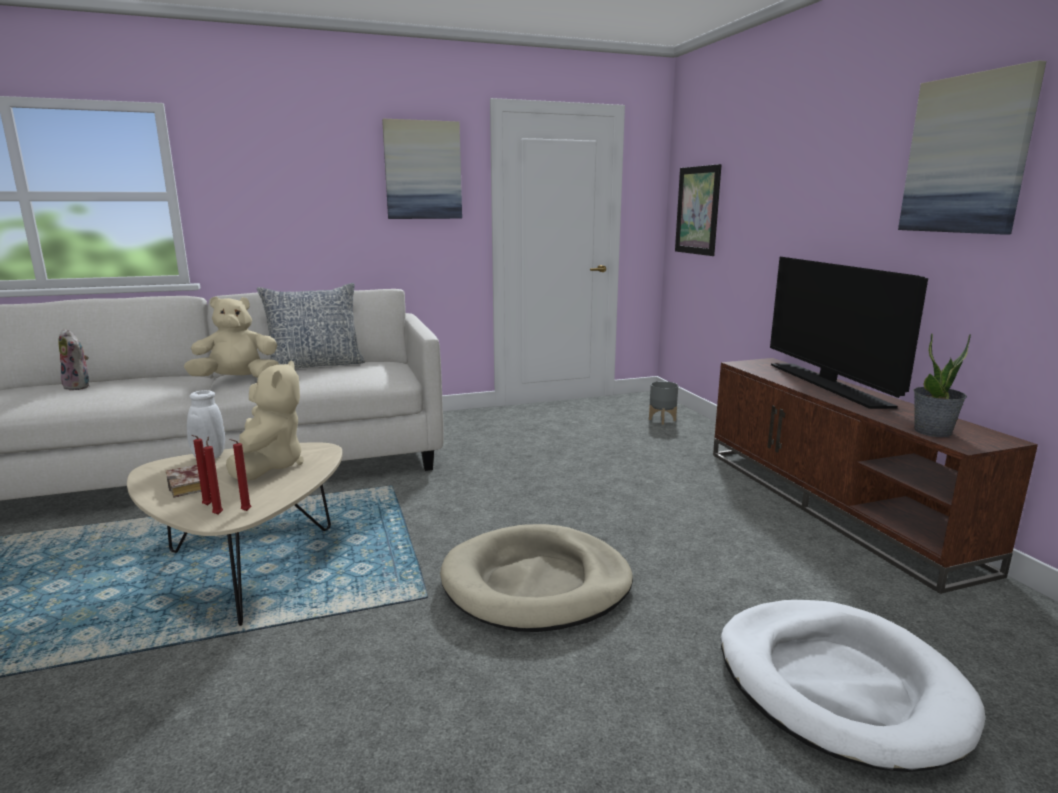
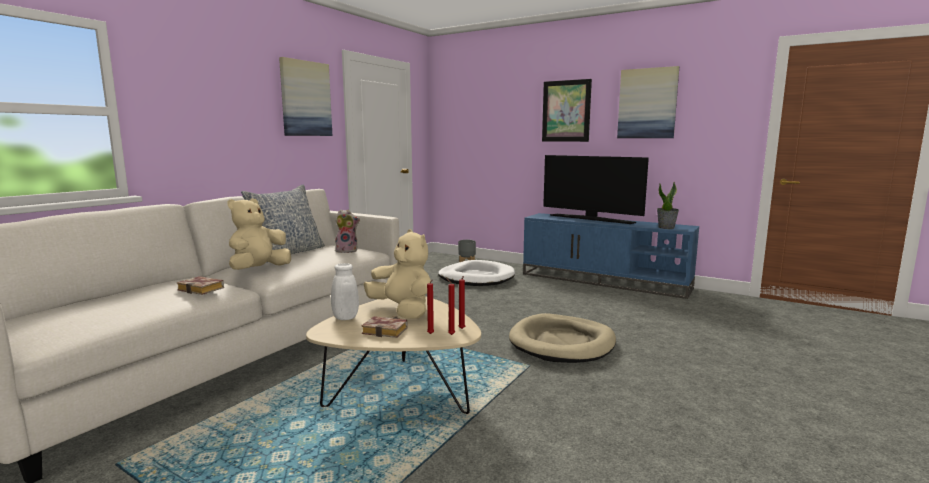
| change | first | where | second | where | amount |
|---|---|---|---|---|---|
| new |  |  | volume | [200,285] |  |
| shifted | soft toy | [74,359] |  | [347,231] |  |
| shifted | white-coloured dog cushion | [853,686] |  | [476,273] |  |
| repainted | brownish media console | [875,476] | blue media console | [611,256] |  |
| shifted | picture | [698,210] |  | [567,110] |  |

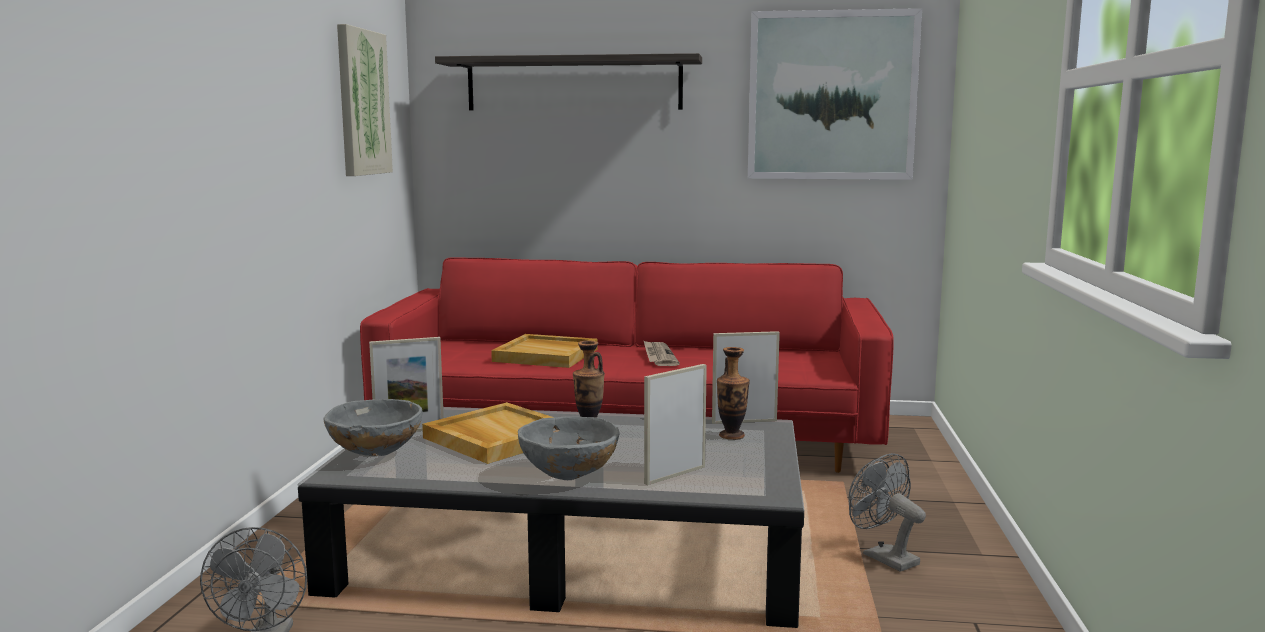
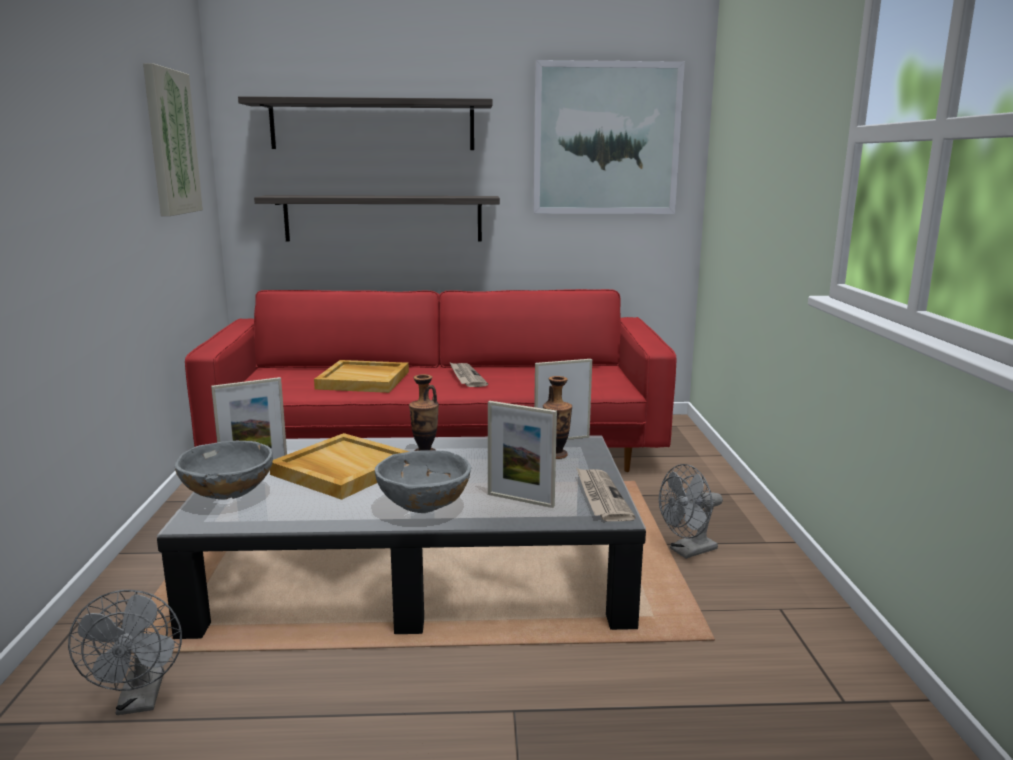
| change | first | where | second | where | amount |
|---|---|---|---|---|---|
| new |  |  | wall shelf | [377,218] |  |
| rotated | photo frame | [675,424] |  | [522,454] | 105 degrees counterclockwise |
| new |  |  | newspaper | [605,494] |  |
| rotated | gray electric fan | [887,512] |  | [691,511] | 75 degrees counterclockwise |

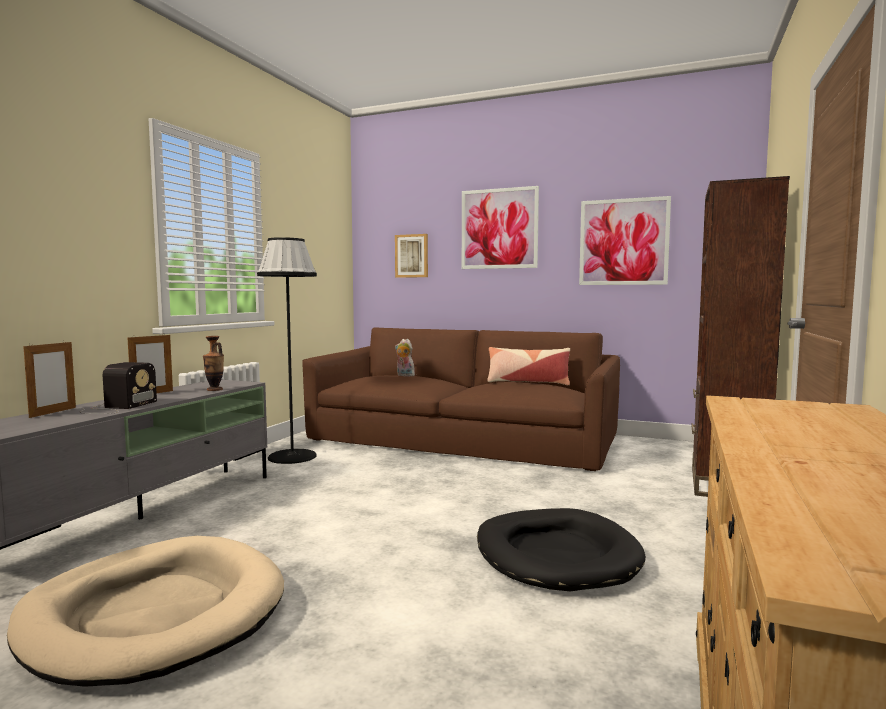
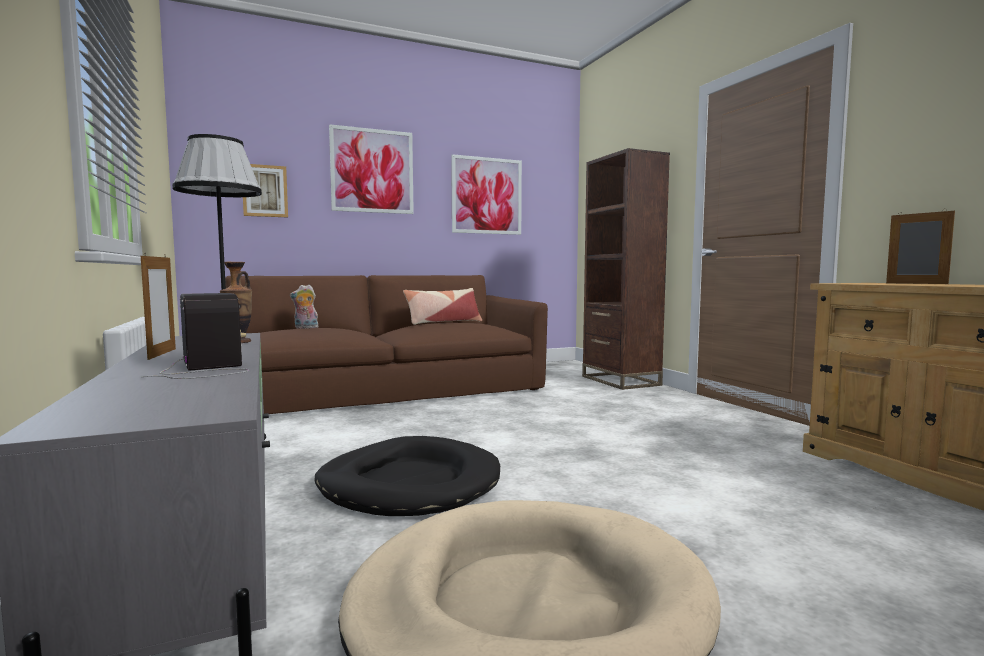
| change | first | where | second | where | amount |
|---|---|---|---|---|---|
| shifted | blackish dog cushion | [561,549] |  | [407,476] |  |
| shifted | photo frame | [49,379] |  | [920,246] |  |

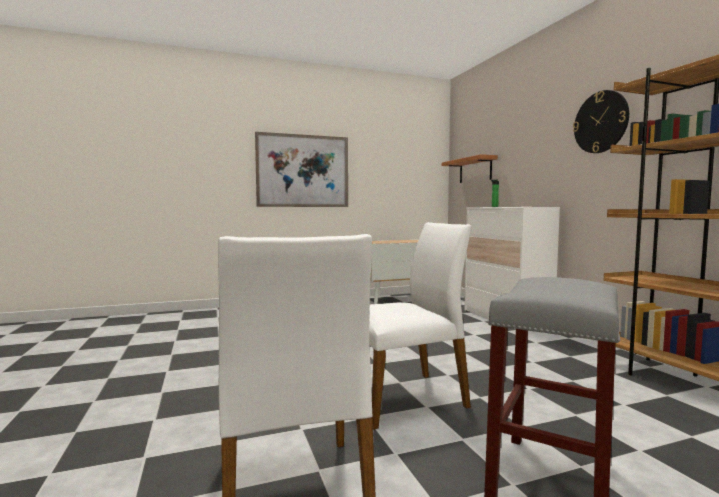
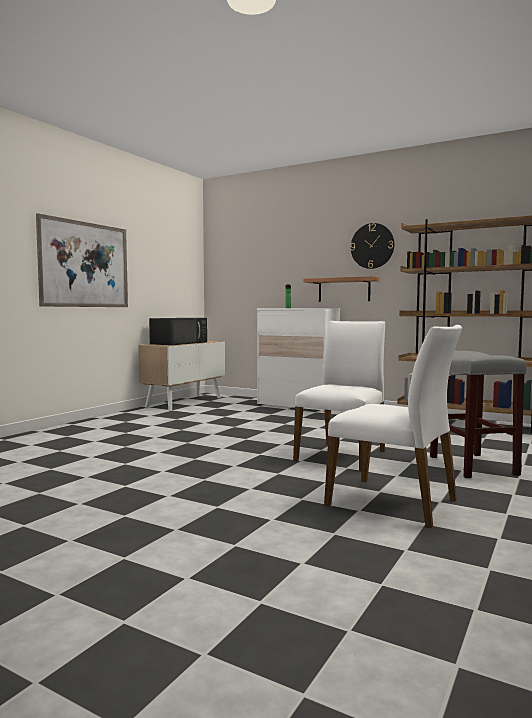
| change | first | where | second | where | amount |
|---|---|---|---|---|---|
| new |  |  | blackish kitchen microwave | [178,331] |  |
| shifted | wall shelf | [470,168] |  | [341,289] |  |

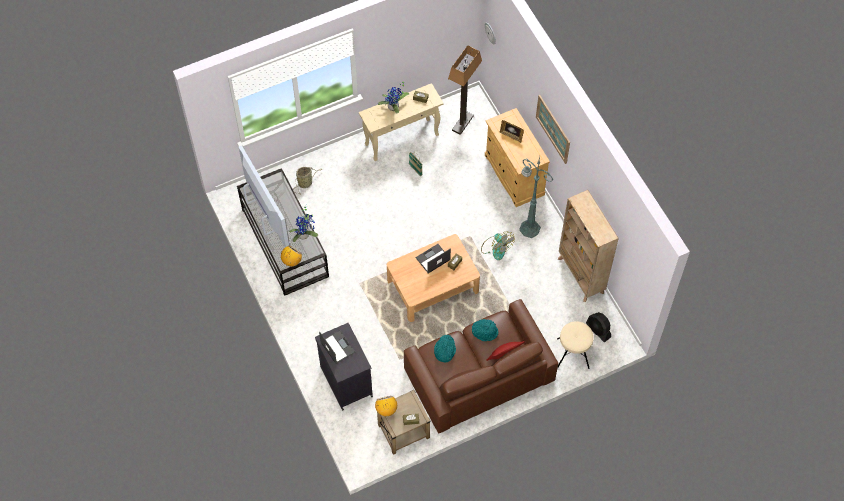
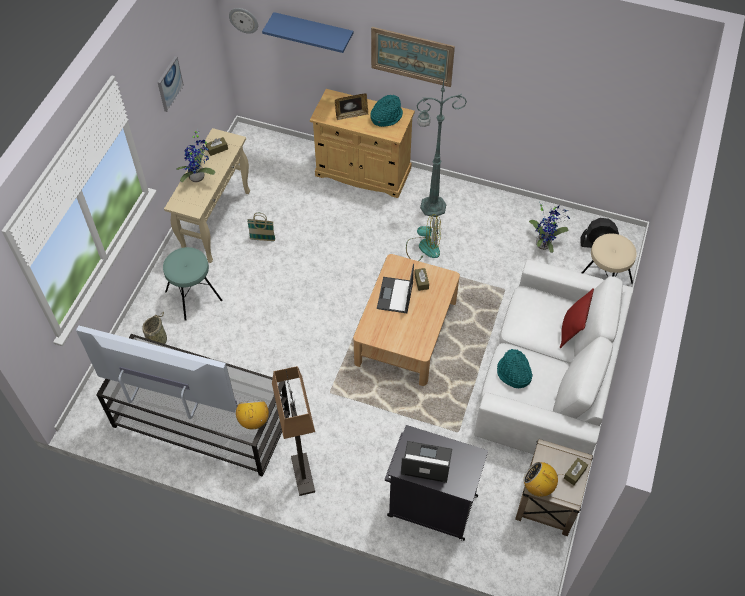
| change | first | where | second | where | amount |
|---|---|---|---|---|---|
| new |  |  | picture | [170,84] |  |
| new |  |  | turquoise stool seat | [192,284] |  |
| new |  |  | blue wall shelf | [307,32] |  |
| shifted | standing lamp | [465,90] |  | [293,431] |  |
| shifted | turquoise hat | [485,330] |  | [386,111] |  |
| repainted | brownish couch | [481,366] | white-coloured couch | [554,357] |  |
| shifted | plant in a pot | [303,224] |  | [549,227] |  |
| gone | sand-coloured bookcase | [588,246] |  |  |  |

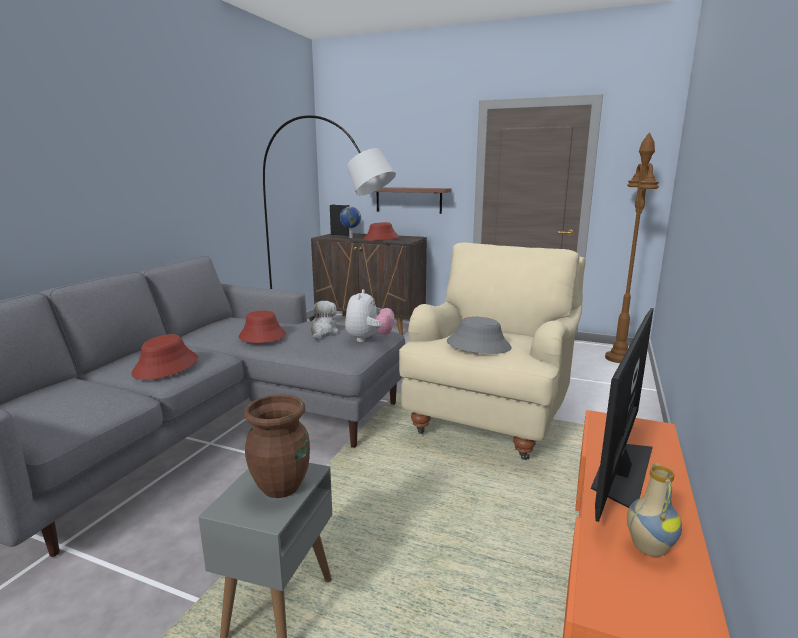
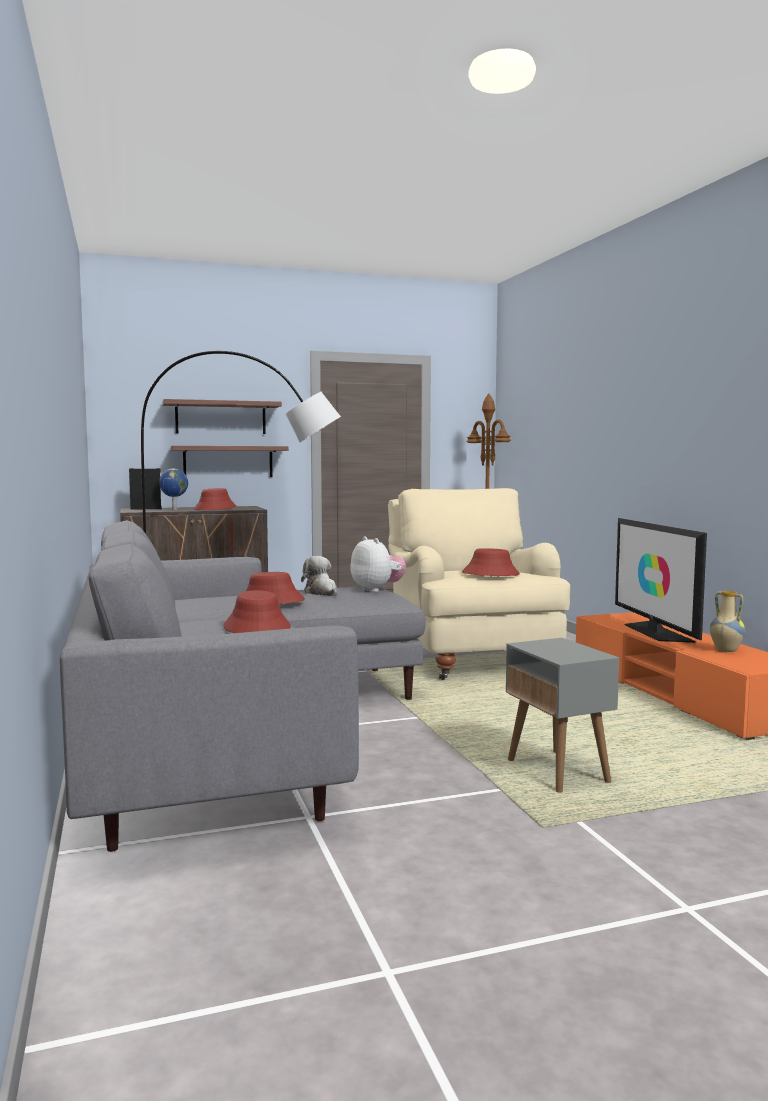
| change | first | where | second | where | amount |
|---|---|---|---|---|---|
| new |  |  | wall shelf | [222,416] |  |
| repainted | gray hat | [479,335] | reddish hat | [491,562] |  |
| gone | brownish vase | [277,446] |  |  |  |

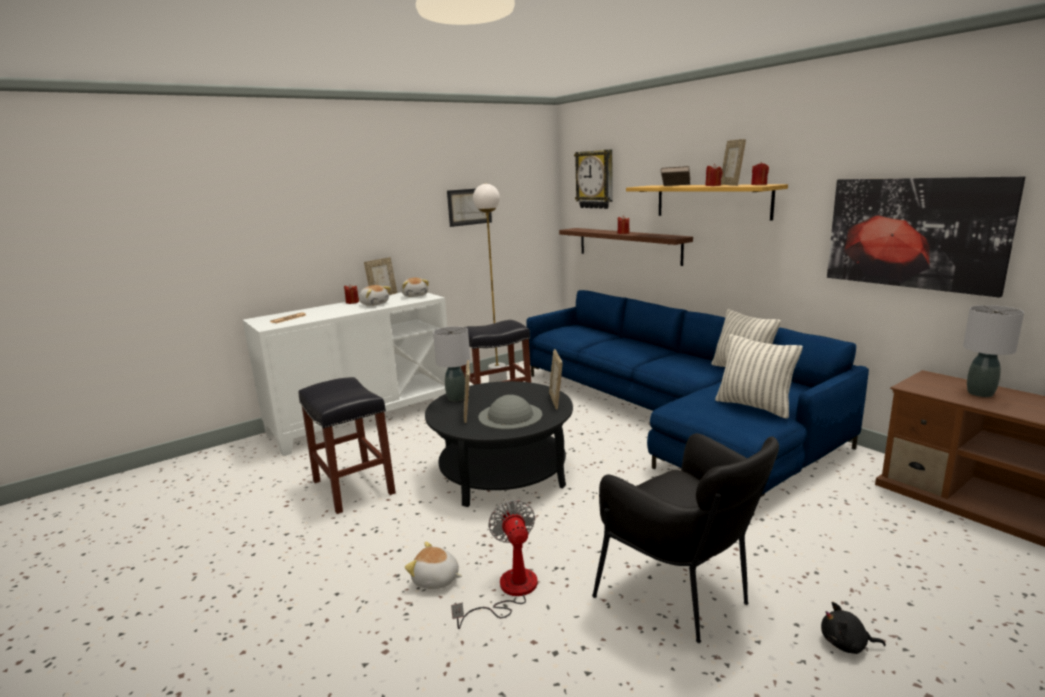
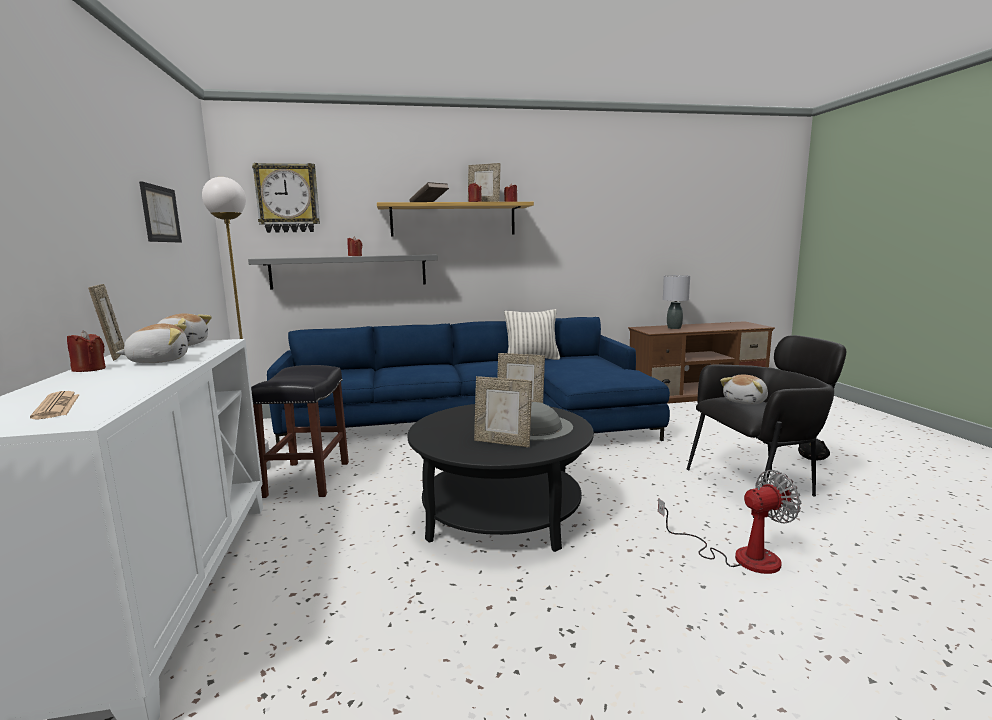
| change | first | where | second | where | amount |
|---|---|---|---|---|---|
| repainted | brownish wall shelf | [626,247] | gray wall shelf | [343,272] |  |
| rotated | electric fan | [494,564] |  | [729,522] | 150 degrees clockwise |
| shifted | soft toy | [433,565] |  | [744,389] |  |
| gone | blackish stool seat | [347,445] |  |  |  |
| gone | gray lamp for a table | [451,363] |  |  |  |
| gone | cushion | [759,376] |  |  |  |
| gone | picture | [926,237] |  |  |  |

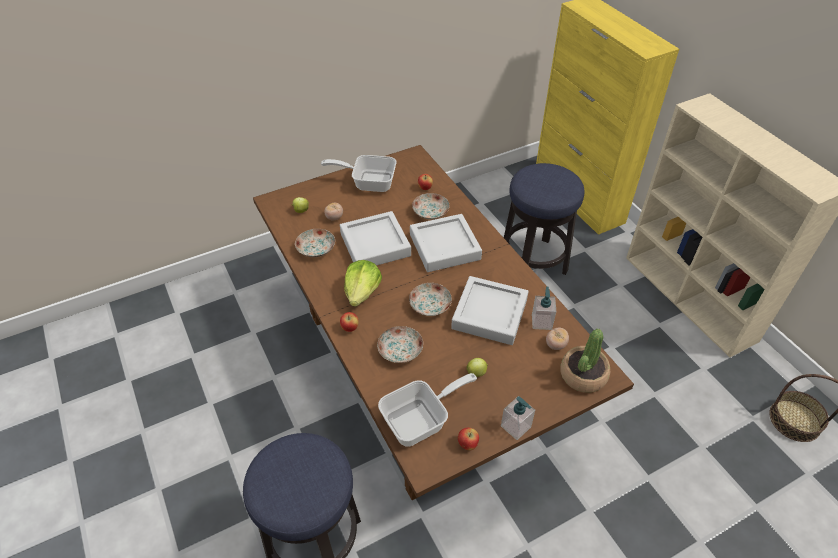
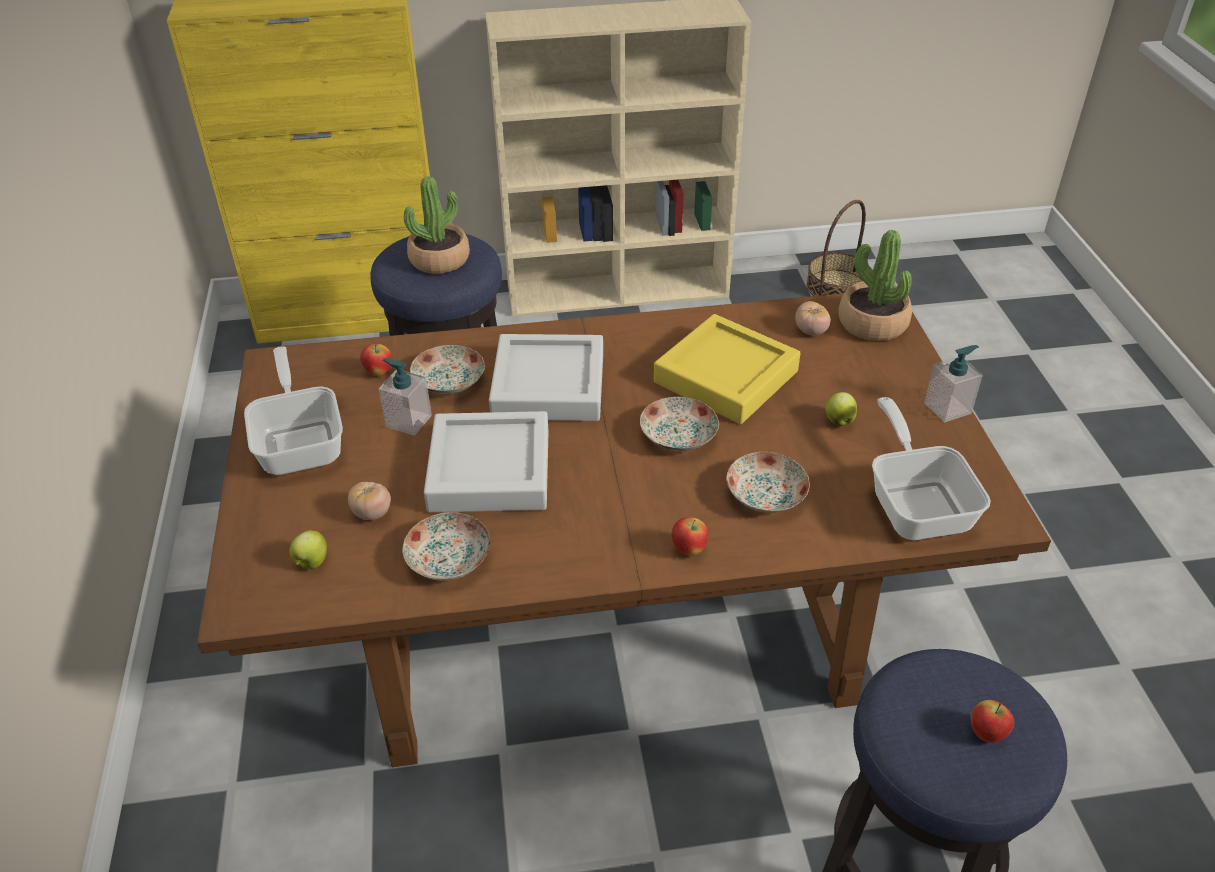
| change | first | where | second | where | amount |
|---|---|---|---|---|---|
| rotated | skillet | [359,173] |  | [293,410] | 135 degrees clockwise |
| shifted | liquid soap bottle | [544,308] |  | [405,397] |  |
| new |  |  | plant in a pot | [437,225] |  |
| repainted | gray serving tray | [489,310] | yellow serving tray | [727,369] |  |
| shifted | whole apple | [468,439] |  | [992,721] |  |
| gone | lettuce head | [363,283] |  |  |  |

